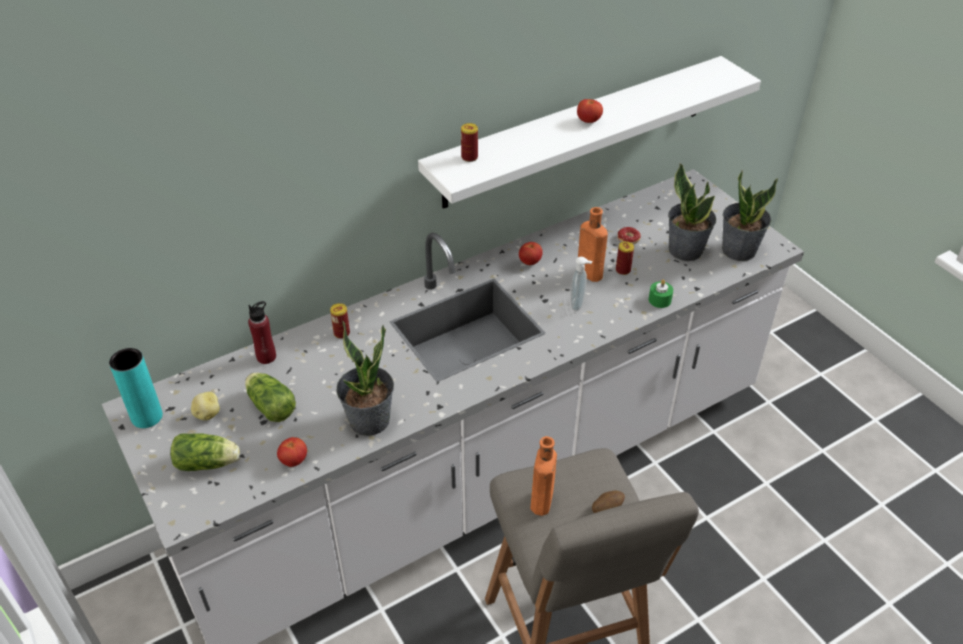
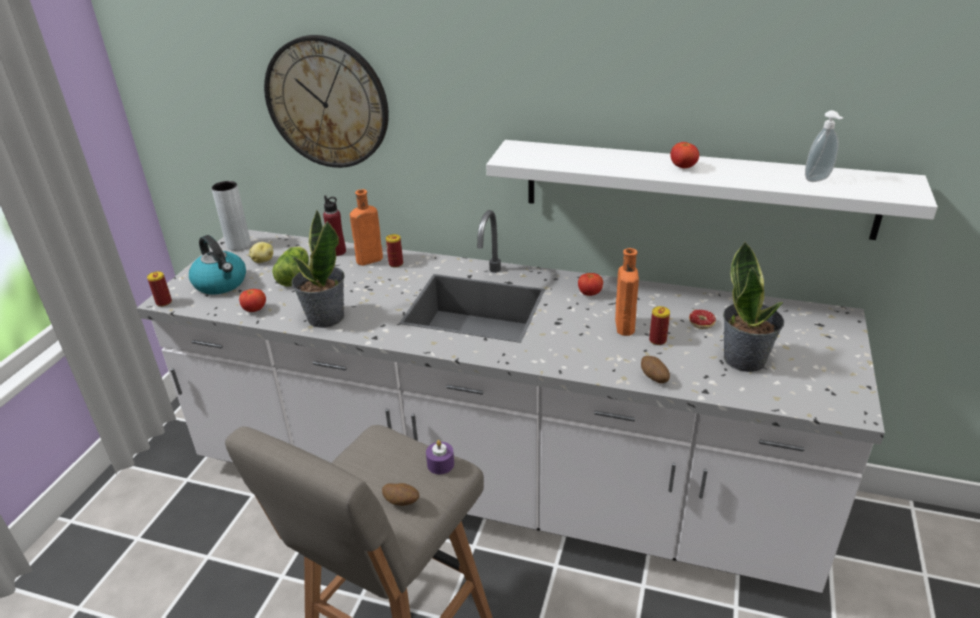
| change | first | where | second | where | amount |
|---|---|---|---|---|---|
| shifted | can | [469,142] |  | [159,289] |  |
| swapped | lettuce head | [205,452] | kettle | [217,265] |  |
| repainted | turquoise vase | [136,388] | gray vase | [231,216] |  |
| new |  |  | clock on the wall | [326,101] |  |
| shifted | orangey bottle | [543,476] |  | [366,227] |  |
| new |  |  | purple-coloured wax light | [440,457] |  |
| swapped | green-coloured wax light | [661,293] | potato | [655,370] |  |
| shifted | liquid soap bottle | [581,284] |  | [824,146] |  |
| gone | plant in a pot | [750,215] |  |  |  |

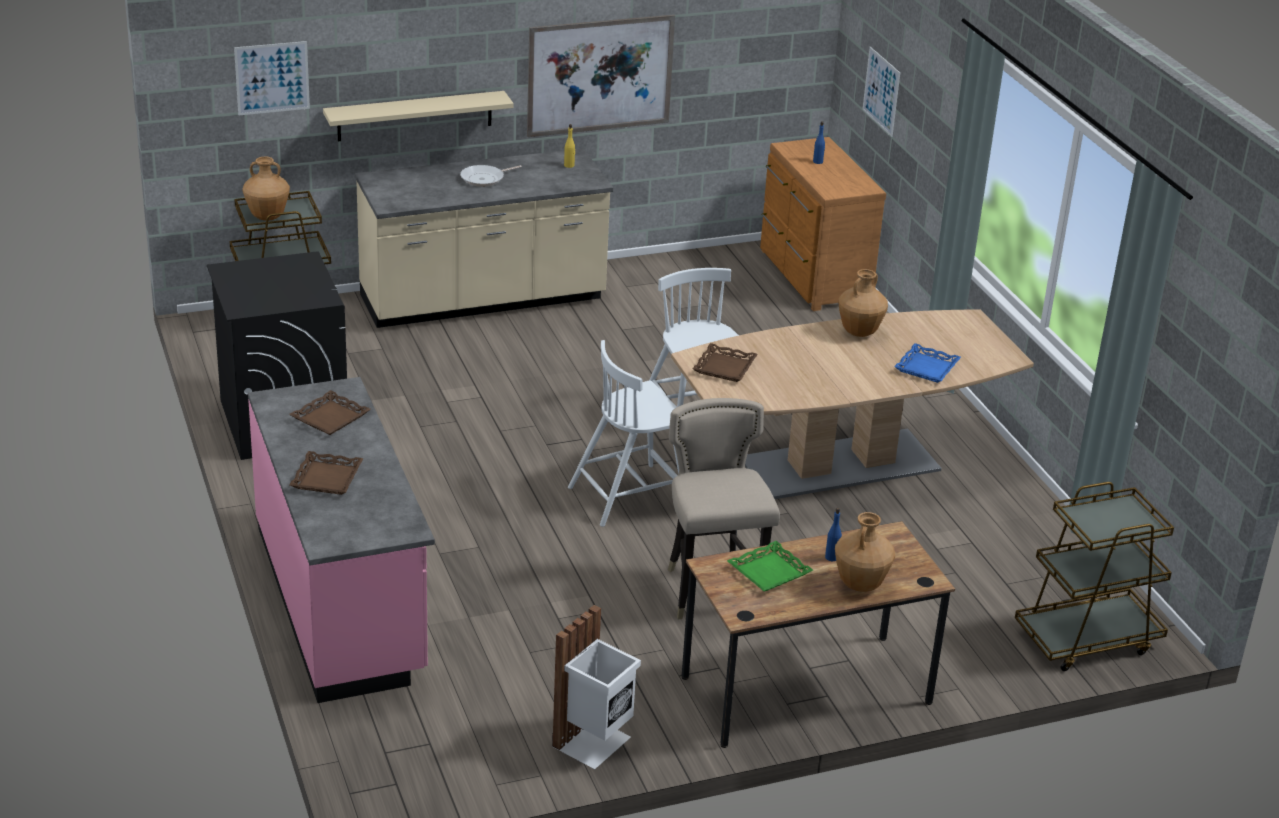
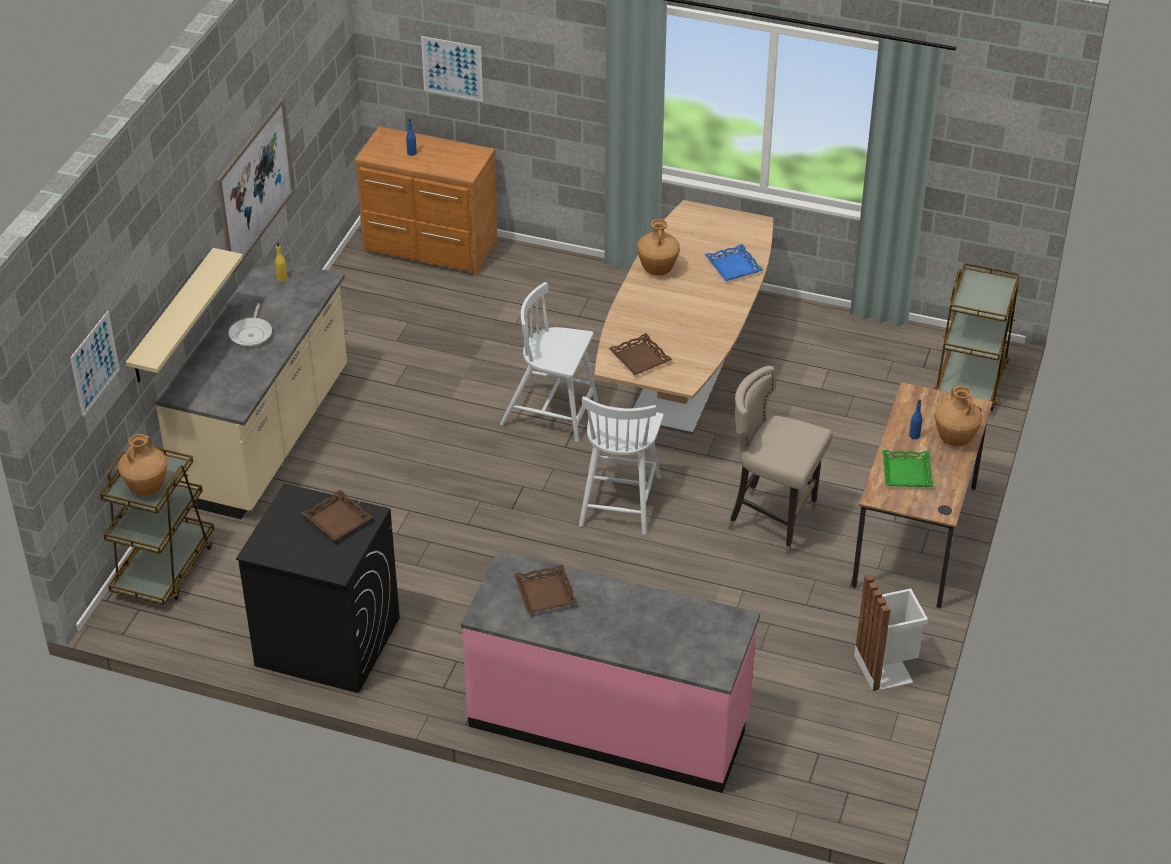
| change | first | where | second | where | amount |
|---|---|---|---|---|---|
| shifted | brownish serving tray | [326,473] |  | [337,515] |  |

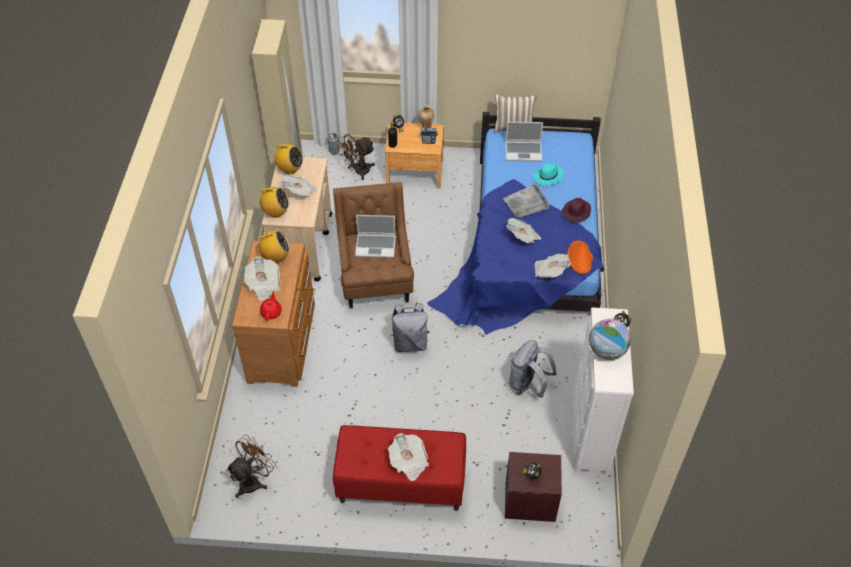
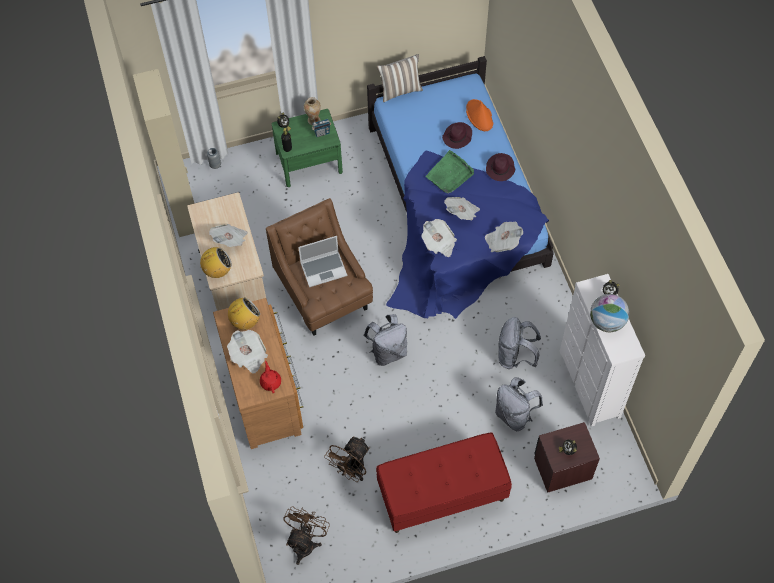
| change | first | where | second | where | amount |
|---|---|---|---|---|---|
| repainted | brownish nightstand | [414,155] | green-coloured nightstand | [307,148] |  |
| shifted | brownish electric fan | [356,157] |  | [347,459] |  |
| shifted | newspaper | [408,457] |  | [439,238] |  |
| repainted | gray serving tray | [526,200] | green-coloured serving tray | [449,172] |  |
| repainted | turquoise hat | [548,174] | purple-coloured hat | [457,135] |  |
| shifted | orangey hat | [580,257] |  | [479,115] |  |
| new |  |  | gray backpack | [519,404] |  |
| gone | radio set | [287,159] |  |  |  |
| gone | notebook computer | [524,141] |  |  |  |

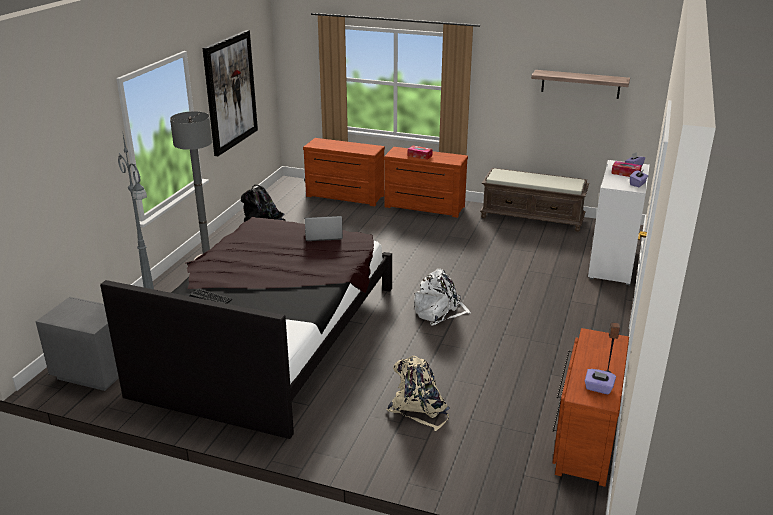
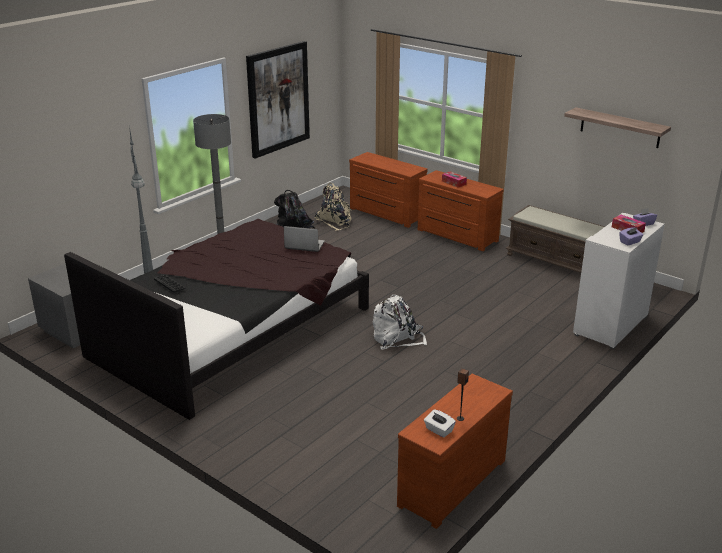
| change | first | where | second | where | amount |
|---|---|---|---|---|---|
| shifted | sand-coloured backpack | [418,393] |  | [333,207] |  |
| repainted | purple-coloured tissue holder | [600,381] | white-coloured tissue holder | [440,424] |  |

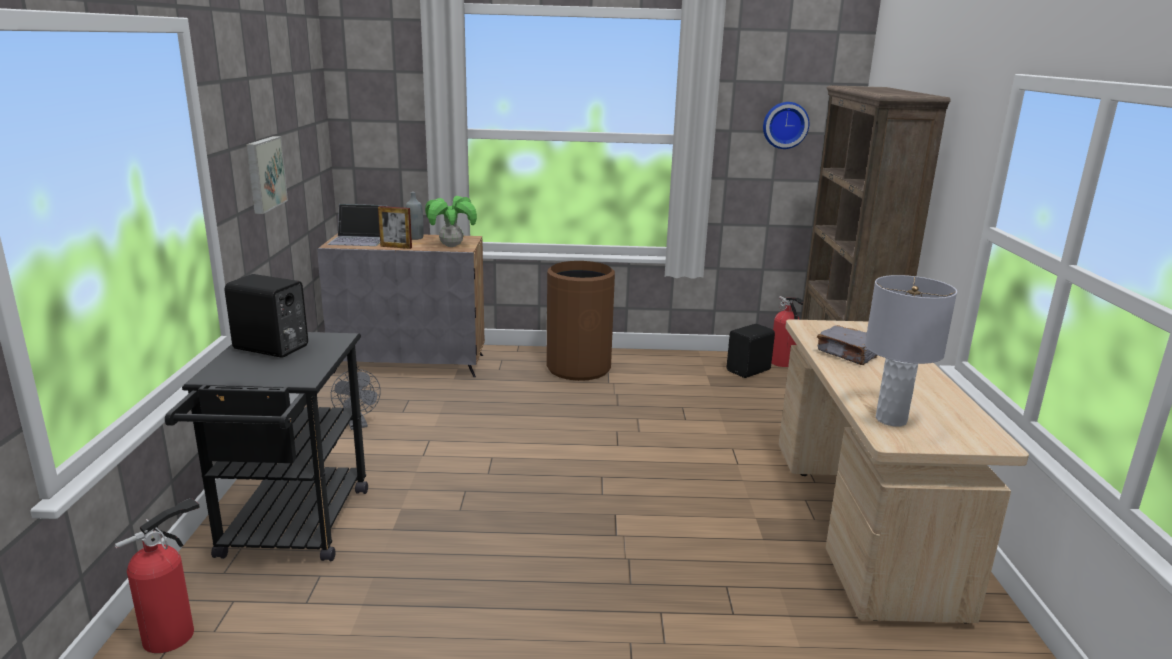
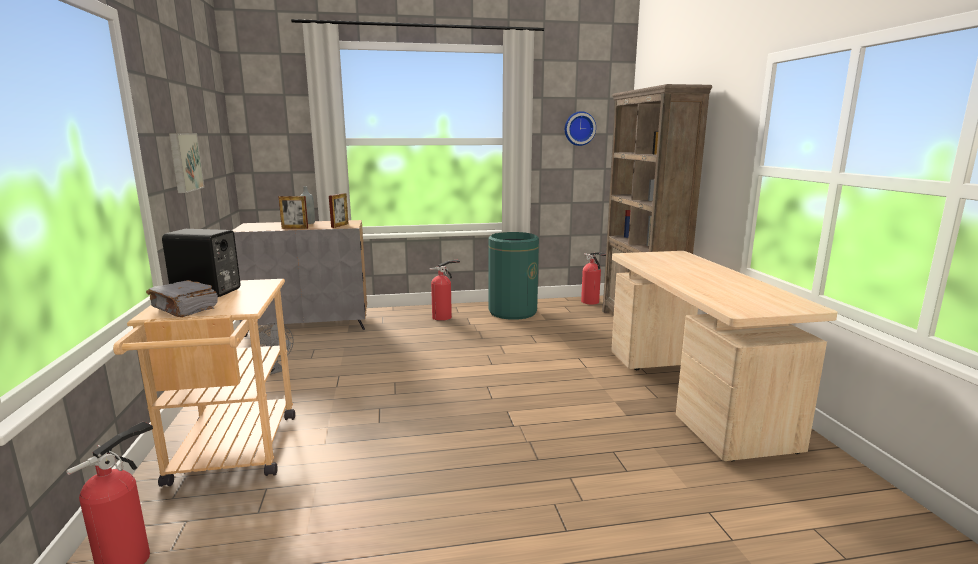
| change | first | where | second | where | amount |
|---|---|---|---|---|---|
| repainted | blackish wheeled cart | [266,447] | sand-coloured wheeled cart | [204,383] |  |
| shifted | gray volume | [847,345] |  | [182,298] |  |
| swapped | plant in a pot | [451,221] | photo frame | [339,210] |  |
| swapped | brownish waste bin | [580,321] | fire extinguisher | [444,290] |  |
| new |  |  | green-coloured waste bin | [513,276] |  |
| gone | notebook computer | [357,225] |  |  |  |
| gone | blackish speaker | [751,351] |  |  |  |
| gone | gray lamp for a table | [911,350] |  |  |  |

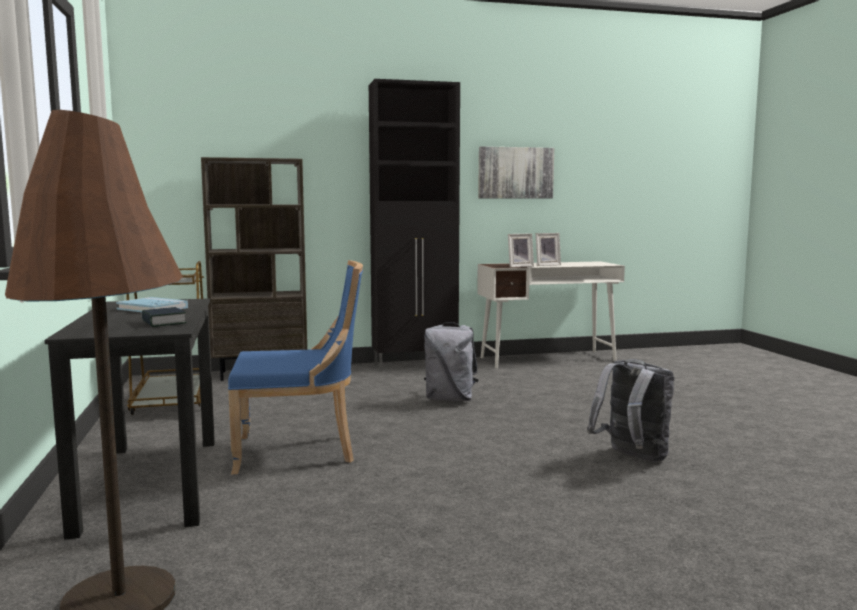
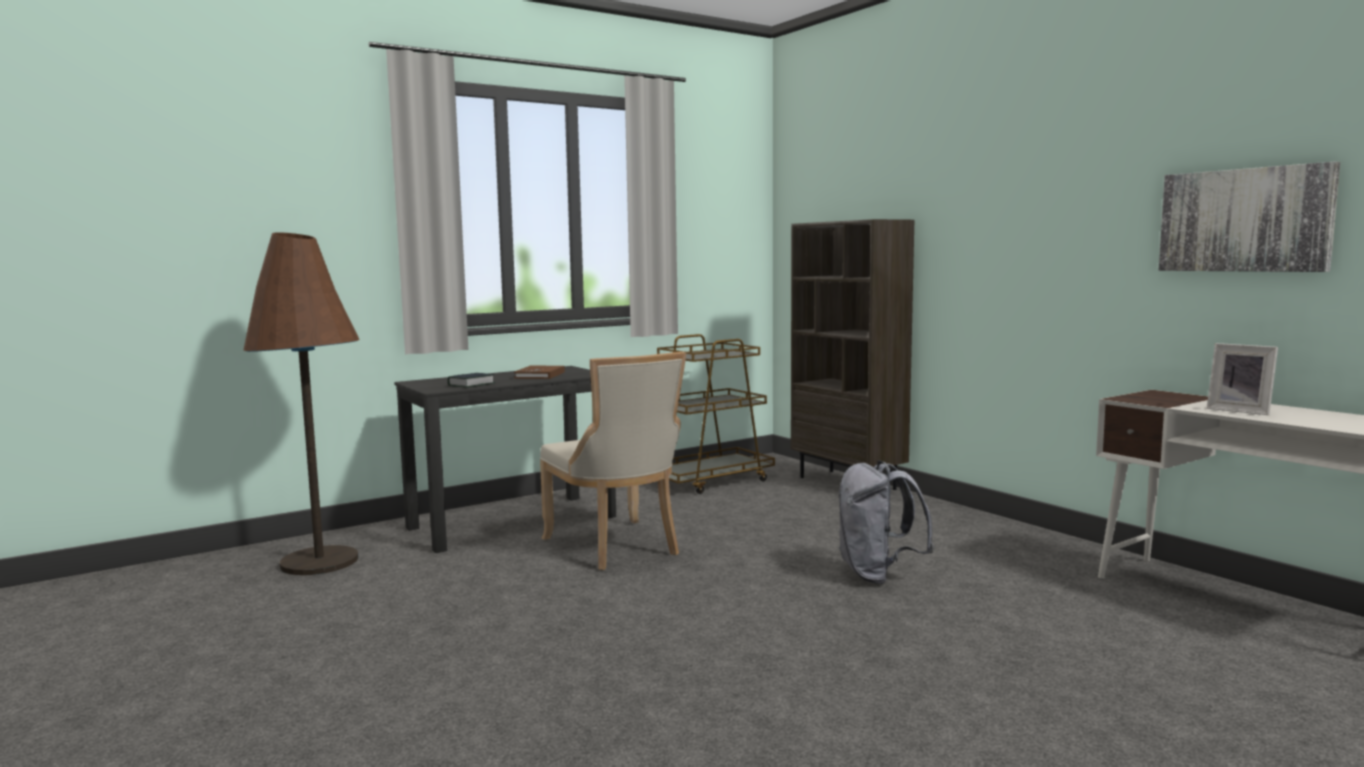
| change | first | where | second | where | amount |
|---|---|---|---|---|---|
| repainted | blue volume | [152,304] | brownish volume | [539,372] |  |
| repainted | blue chair | [295,367] | sand-coloured chair | [613,461] |  |
| gone | blackish storage cabinet | [414,225] |  |  |  |
| gone | photo frame | [521,250] |  |  |  |
| gone | gray backpack | [630,410] |  |  |  |

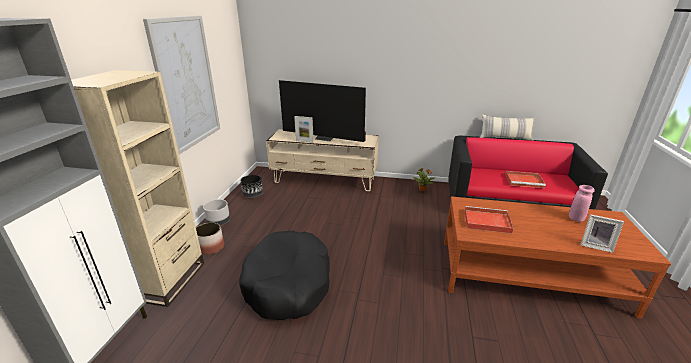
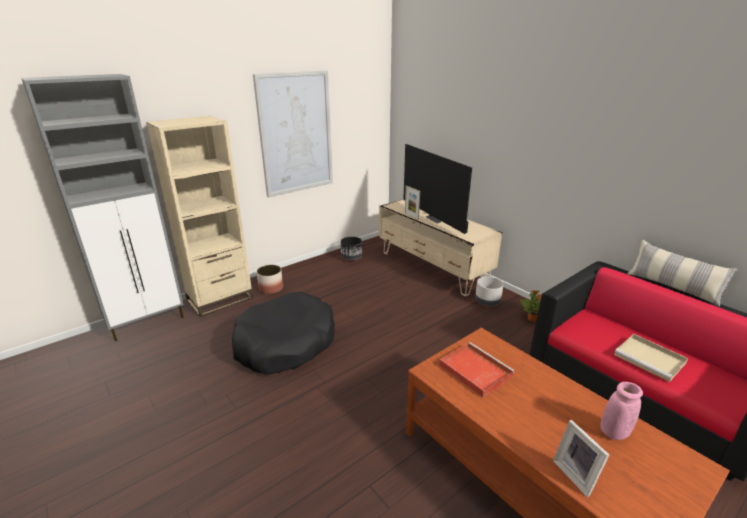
| change | first | where | second | where | amount |
|---|---|---|---|---|---|
| shifted | gray planter | [216,212] |  | [489,291] |  |
| repainted | reddish serving tray | [525,179] | sand-coloured serving tray | [651,358] |  |

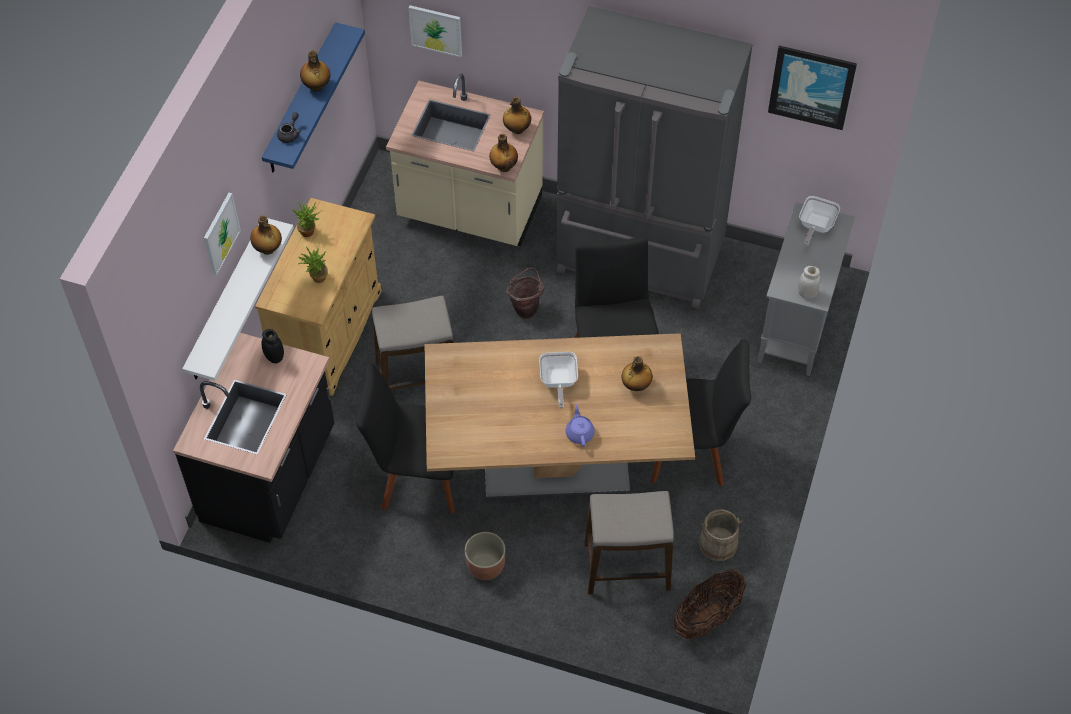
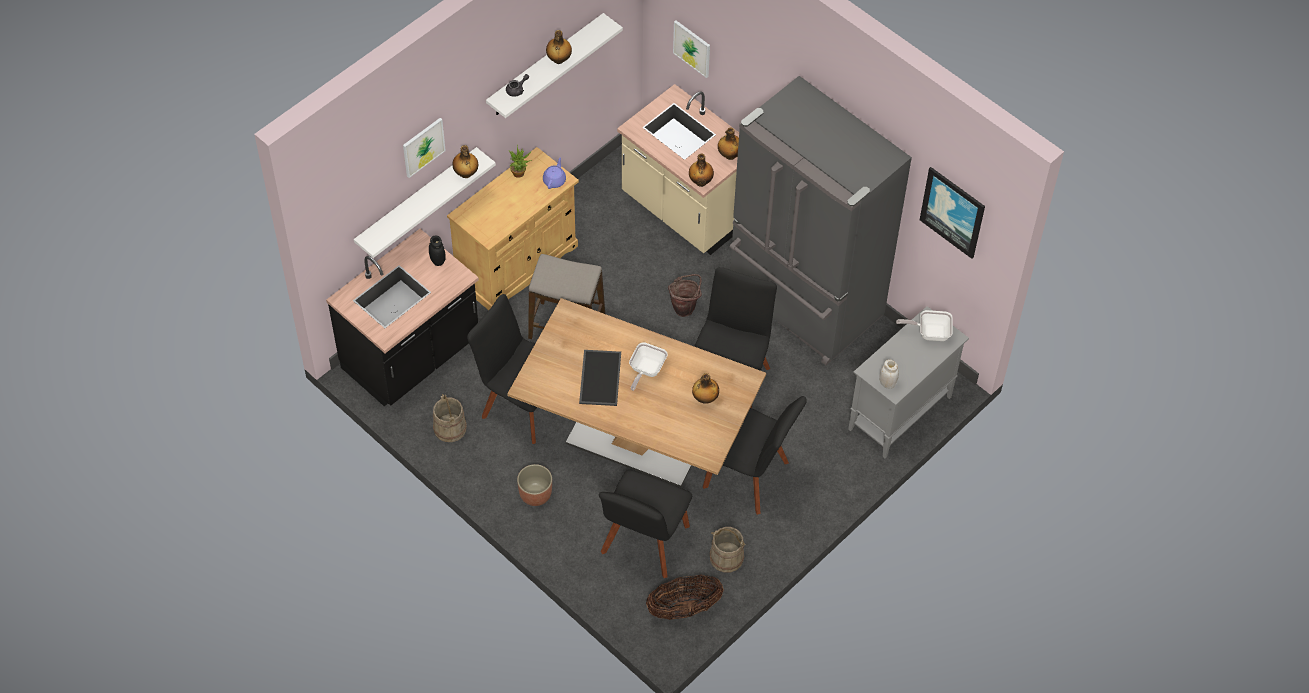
| change | first | where | second | where | amount |
|---|---|---|---|---|---|
| new |  |  | sand-coloured bucket | [450,418] |  |
| repainted | blue wall shelf | [313,97] | white-coloured wall shelf | [554,65] |  |
| shifted | purple-coloured pot for tea | [580,425] |  | [554,173] |  |
| new |  |  | serving tray | [600,378] |  |
| swapped | stool seat | [629,542] | blackish chair | [645,524] |  |
| rotated | skillet | [819,221] |  | [924,325] | 45 degrees clockwise |
| gone | plant in a pot | [313,265] |  |  |  |

